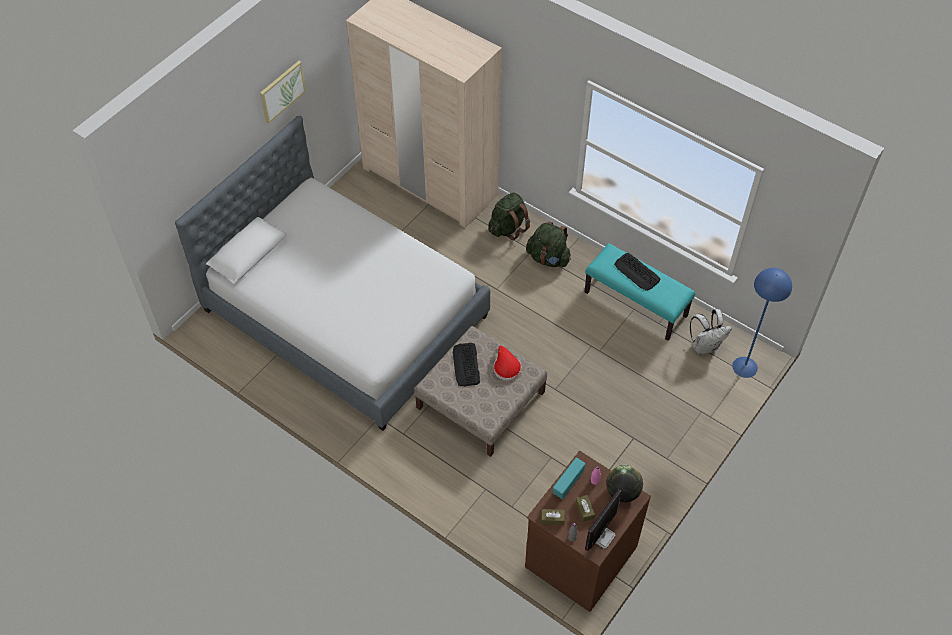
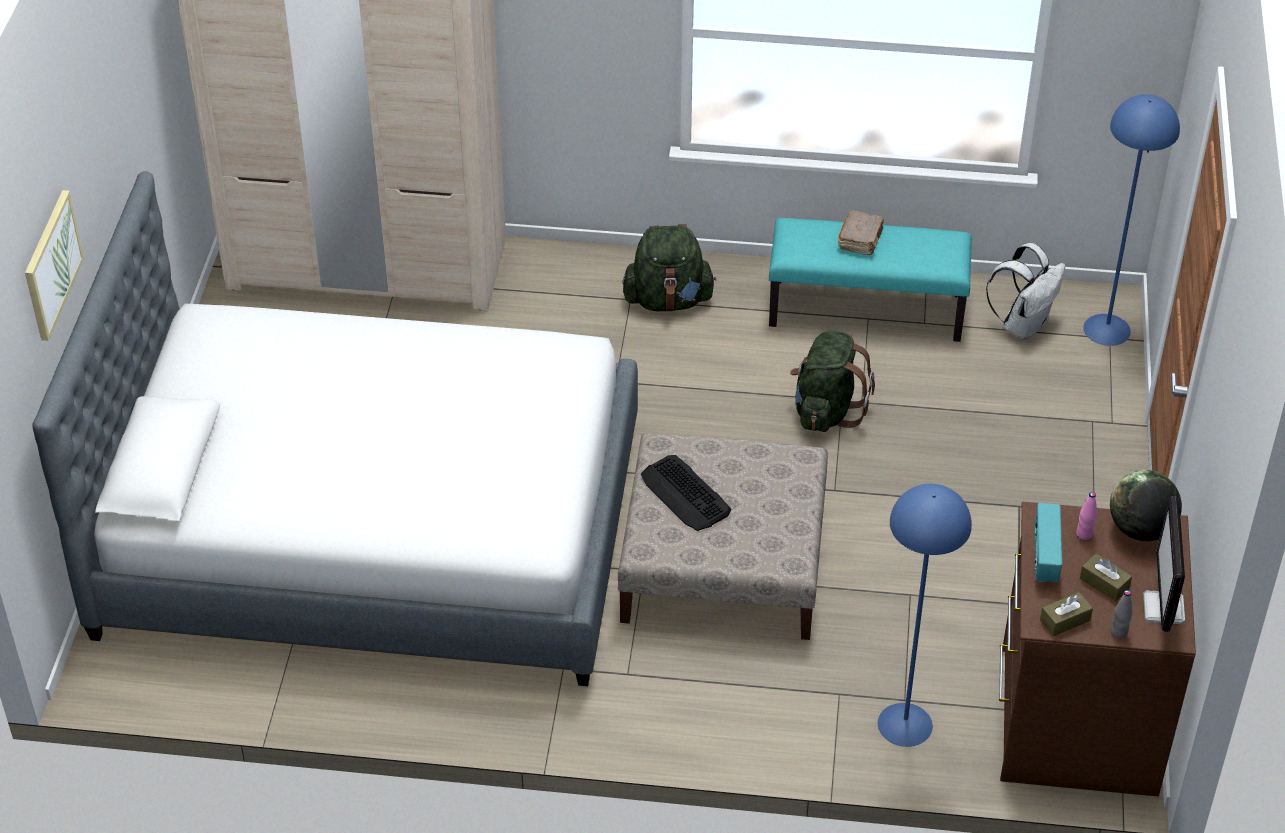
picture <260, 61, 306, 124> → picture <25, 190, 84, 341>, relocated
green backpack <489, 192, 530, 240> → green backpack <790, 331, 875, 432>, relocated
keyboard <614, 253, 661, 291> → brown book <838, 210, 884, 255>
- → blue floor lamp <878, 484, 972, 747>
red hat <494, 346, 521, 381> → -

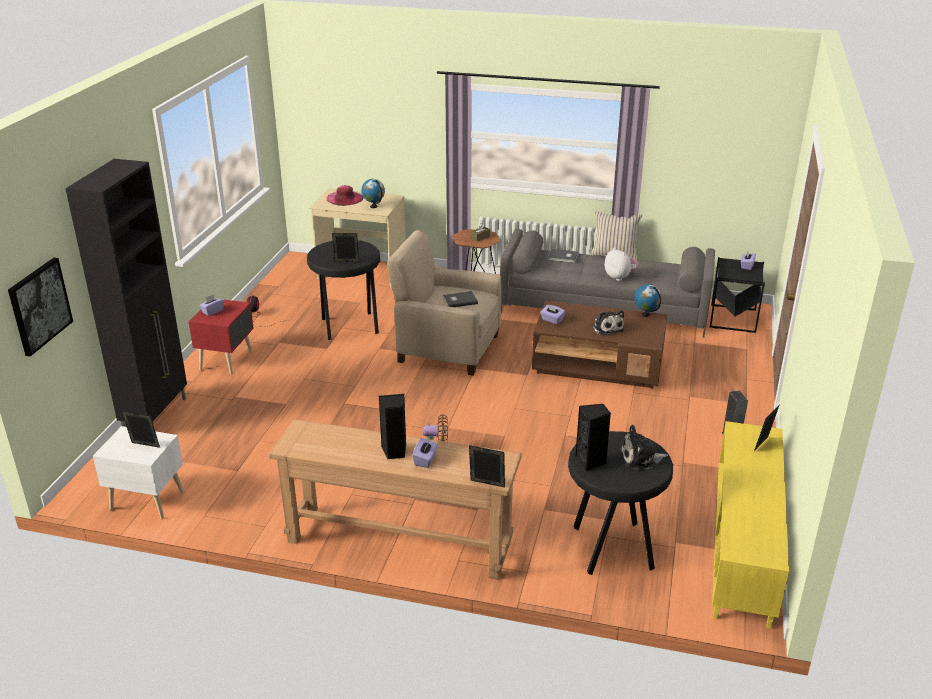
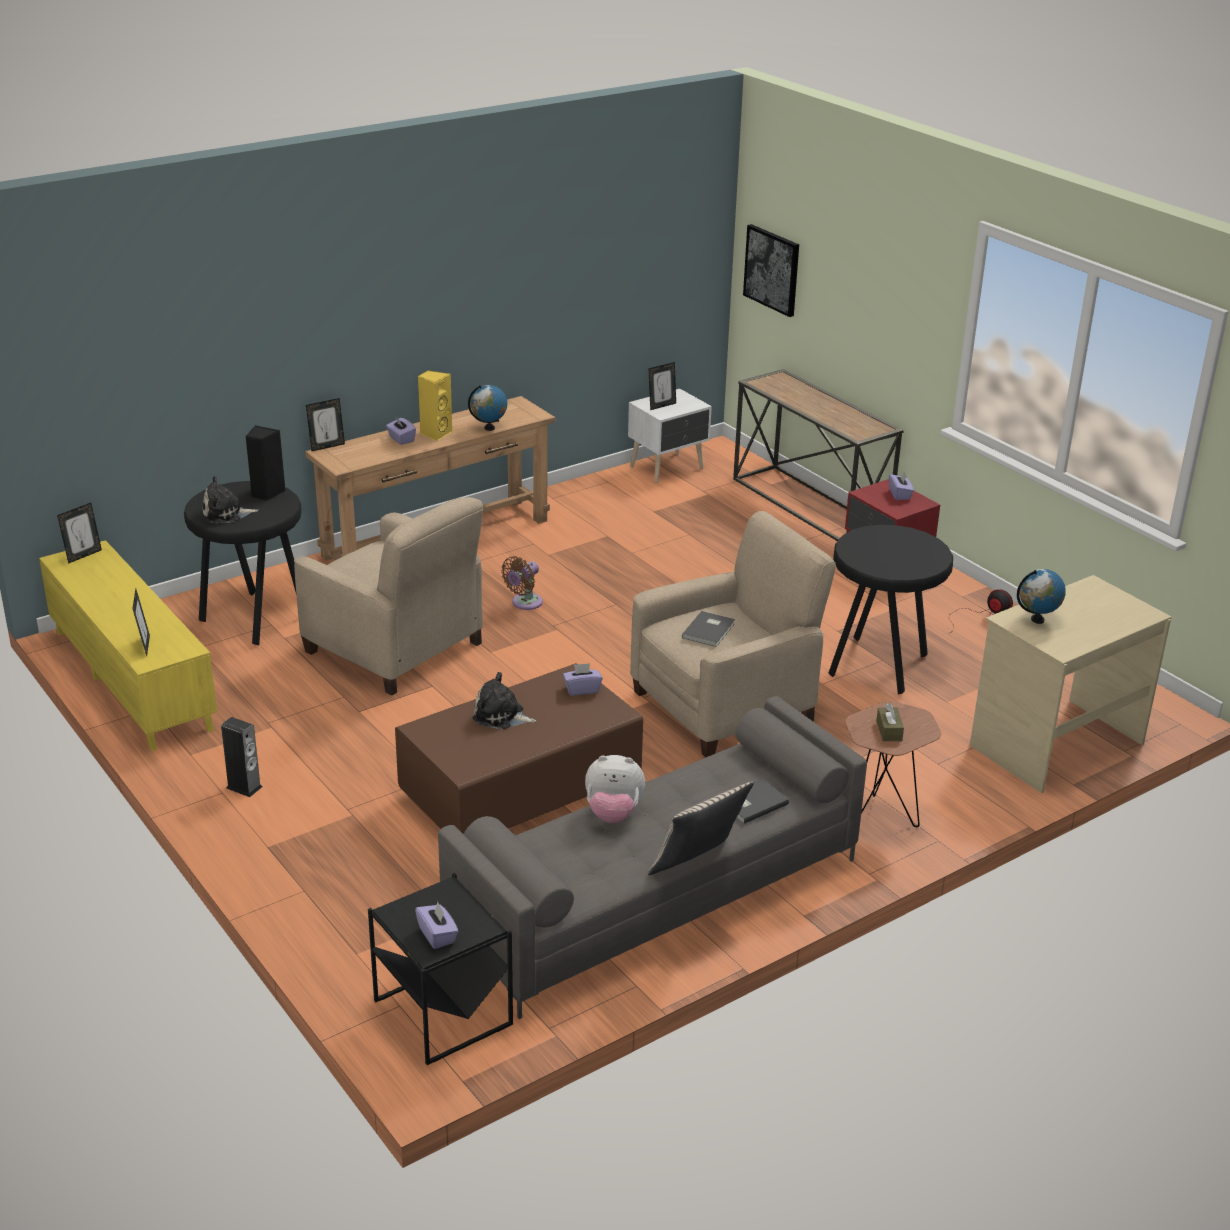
picture frame <332, 233, 359, 262> → picture frame <57, 503, 102, 564>, relocated
plush toy <620, 425, 668, 470> → plush toy <203, 476, 258, 523>, 135 degrees counterclockwise
- → beige armchair <294, 497, 483, 696>
black speaker <378, 394, 406, 459> → yellow speaker <418, 370, 452, 441>
globe <634, 284, 661, 317> → globe <468, 385, 507, 431>, relocated
black cabinet <65, 159, 187, 427> → console table <733, 369, 904, 541>
pink hat <326, 185, 364, 206> → -

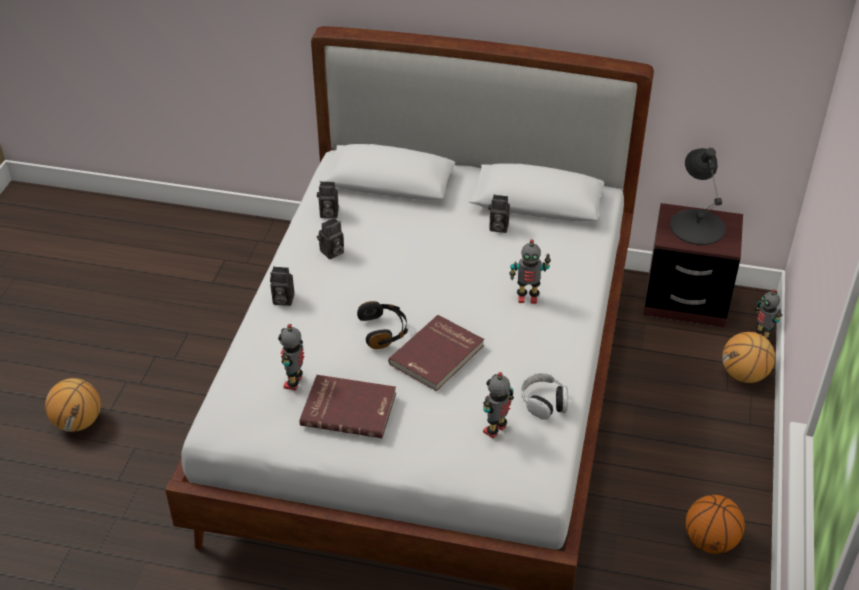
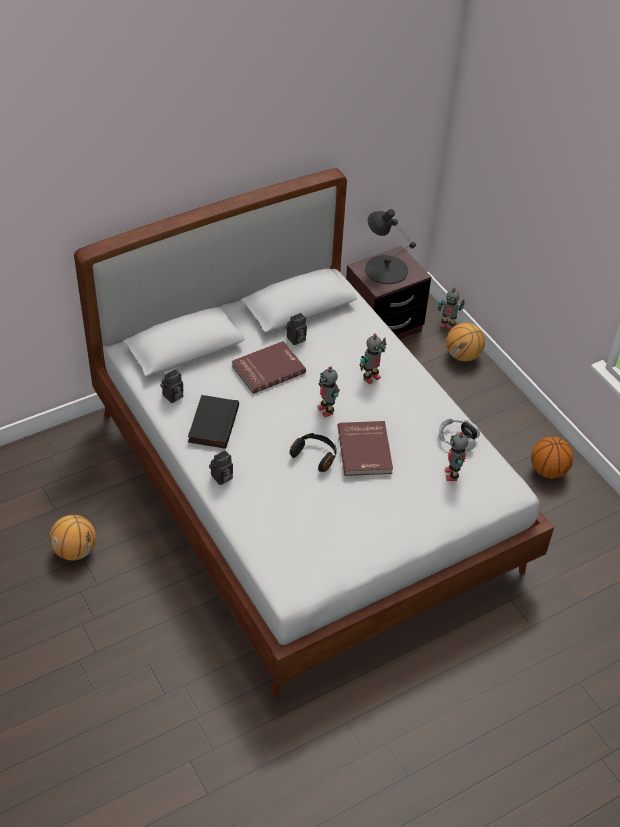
basketball <45, 378, 101, 432> → basketball <49, 515, 96, 561>, relocated
photo camera <317, 218, 344, 259> → black book <188, 395, 239, 449>
red book <300, 375, 396, 438> → red book <232, 341, 306, 394>, relocated
toy robot <278, 324, 305, 391> → toy robot <317, 366, 340, 417>, relocated

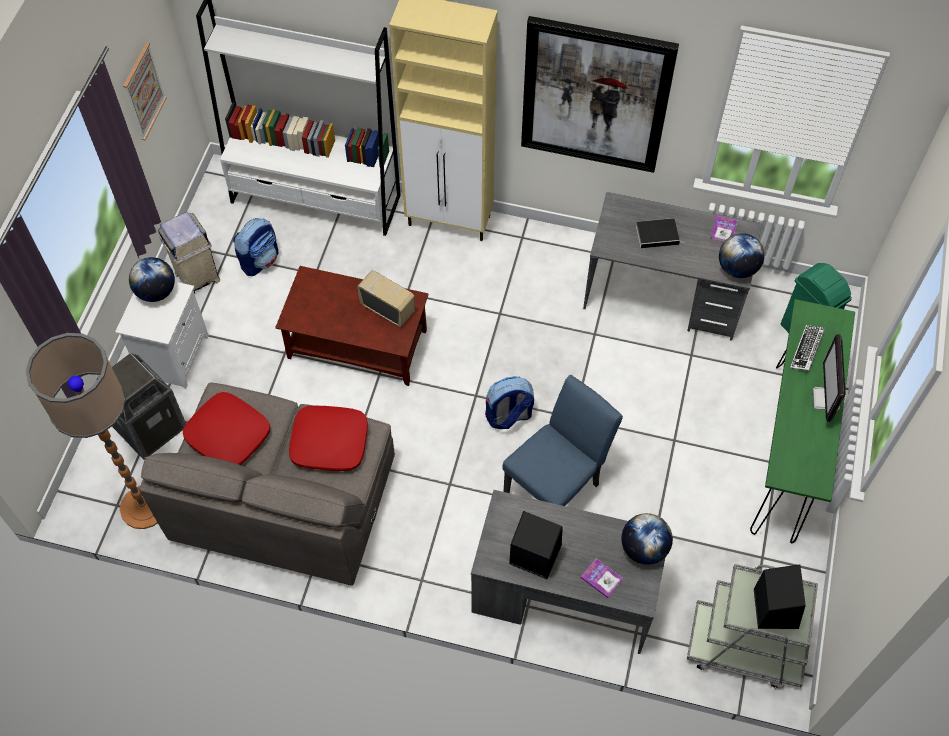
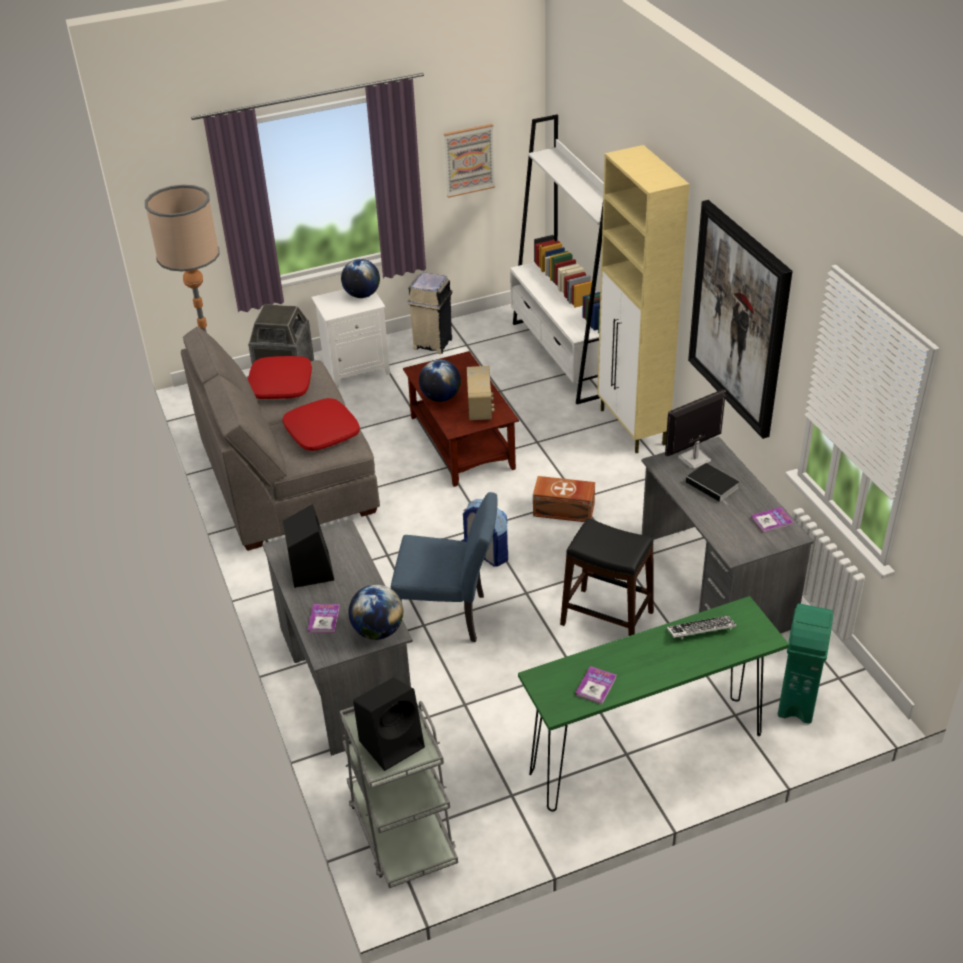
globe <719, 233, 764, 278> → globe <419, 360, 461, 402>, relocated
- → brown storage box <533, 476, 595, 522>
- → black stool <560, 519, 654, 636>
- → book <575, 666, 617, 704>
monitor <813, 334, 846, 422> → monitor <665, 389, 726, 469>, relocated
backpack <233, 218, 279, 276> → -

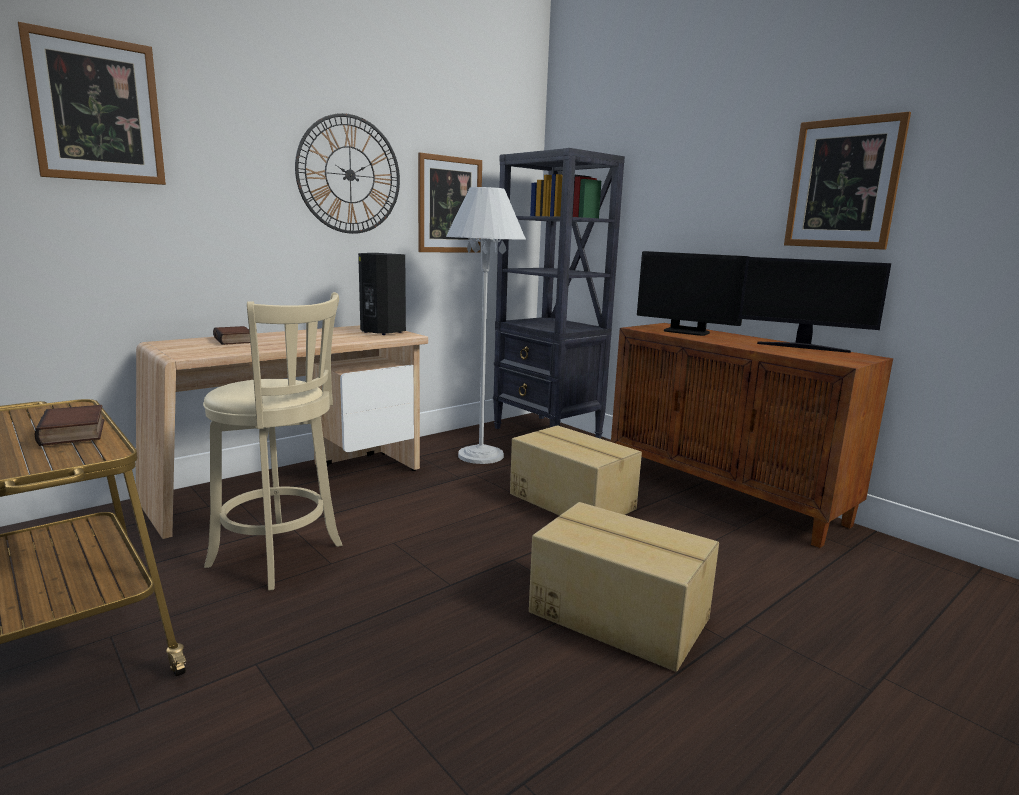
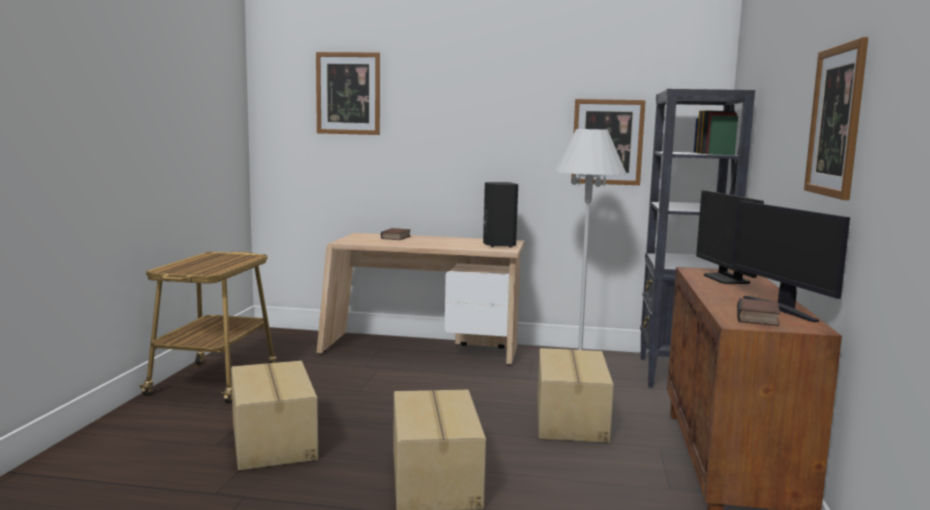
- → cardboard box <231, 361, 318, 471>
book <34, 405, 104, 446> → book <737, 298, 780, 326>, relocated
beige stool <203, 292, 342, 590> → -
wall clock <295, 113, 400, 234> → -

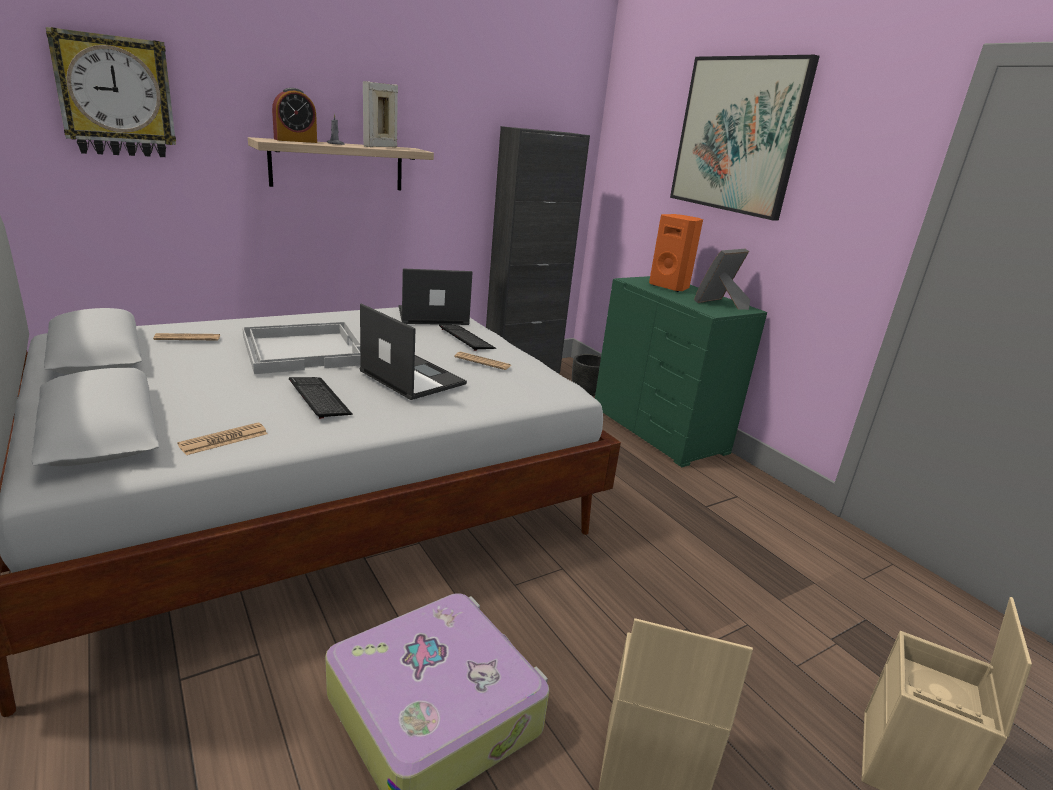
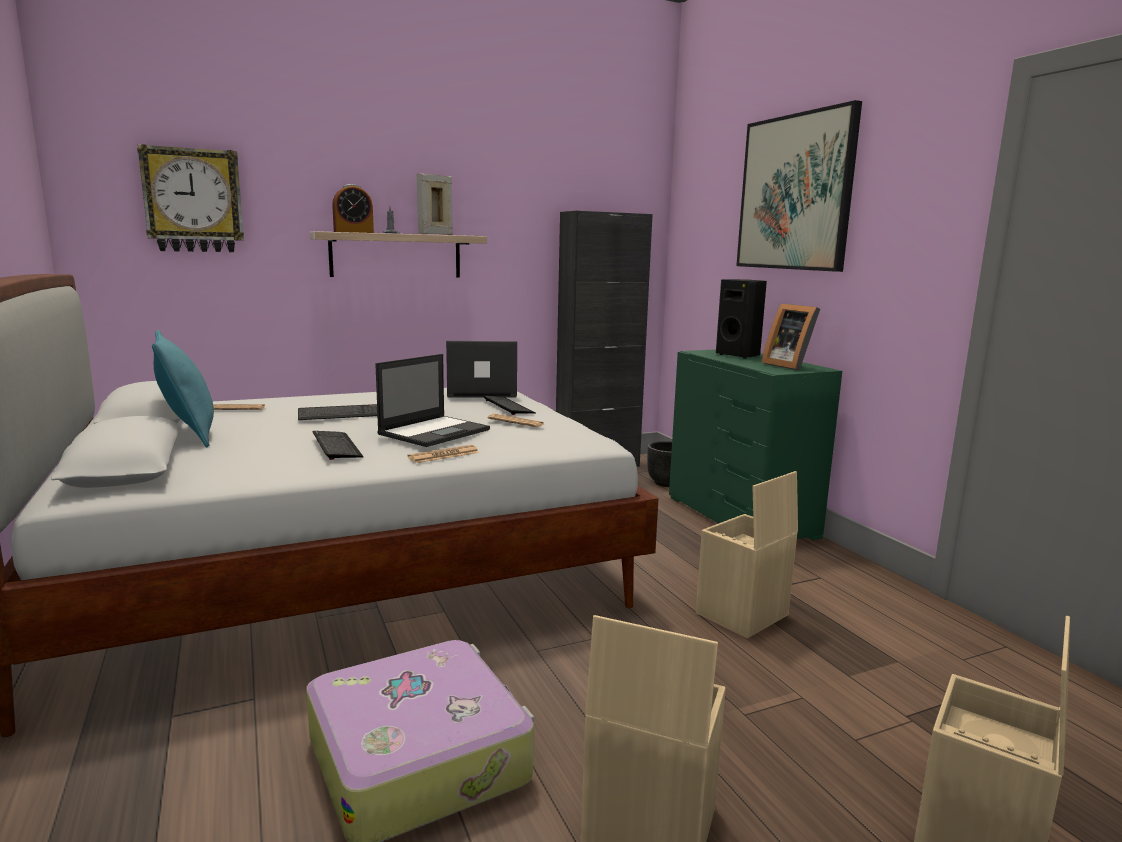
- → turquoise pillow <152, 330, 214, 447>
white tray <242, 322, 360, 374> → keyboard <298, 404, 377, 420>
laptop <360, 304, 467, 400> → laptop <375, 354, 490, 447>, 75 degrees clockwise
newspaper <177, 423, 267, 455> → newspaper <407, 445, 479, 463>, relocated
- → beige storage box <696, 471, 798, 638>
orange speaker <649, 214, 703, 292> → black speaker <716, 279, 767, 359>
picture frame <694, 249, 750, 310> → picture frame <762, 303, 820, 371>, 90 degrees counterclockwise

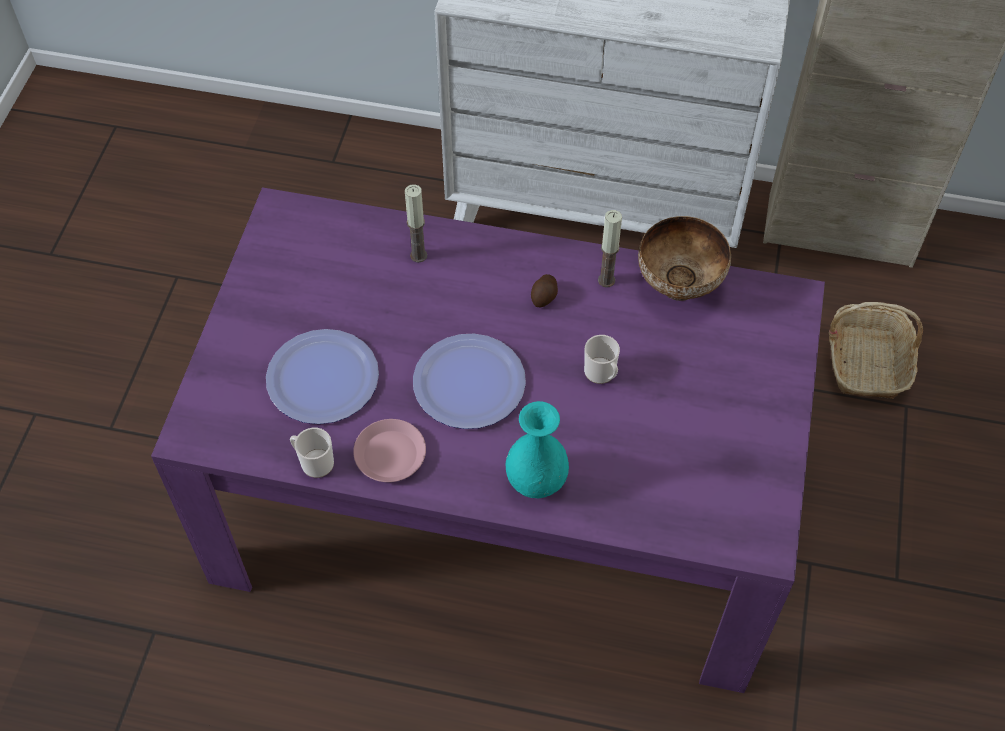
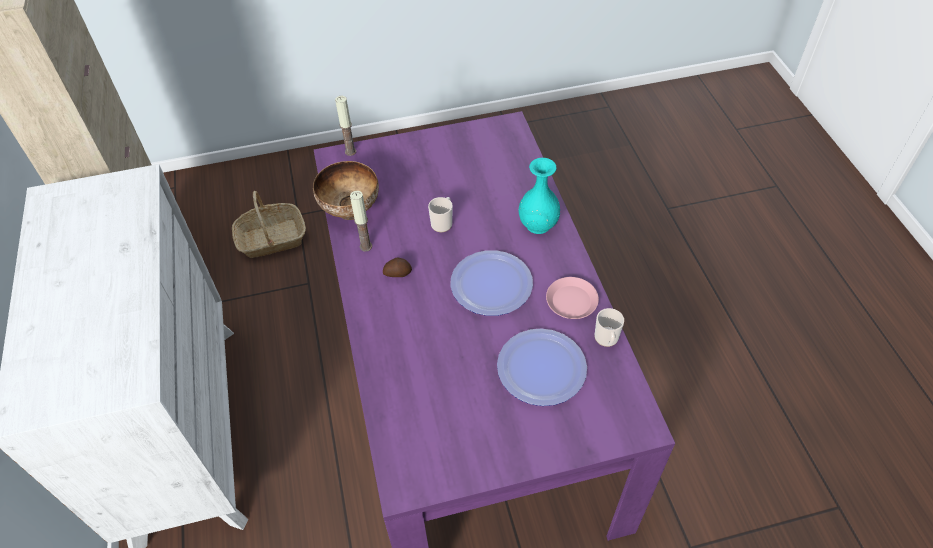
candle <405, 184, 427, 262> → candle <335, 96, 356, 156>, relocated

